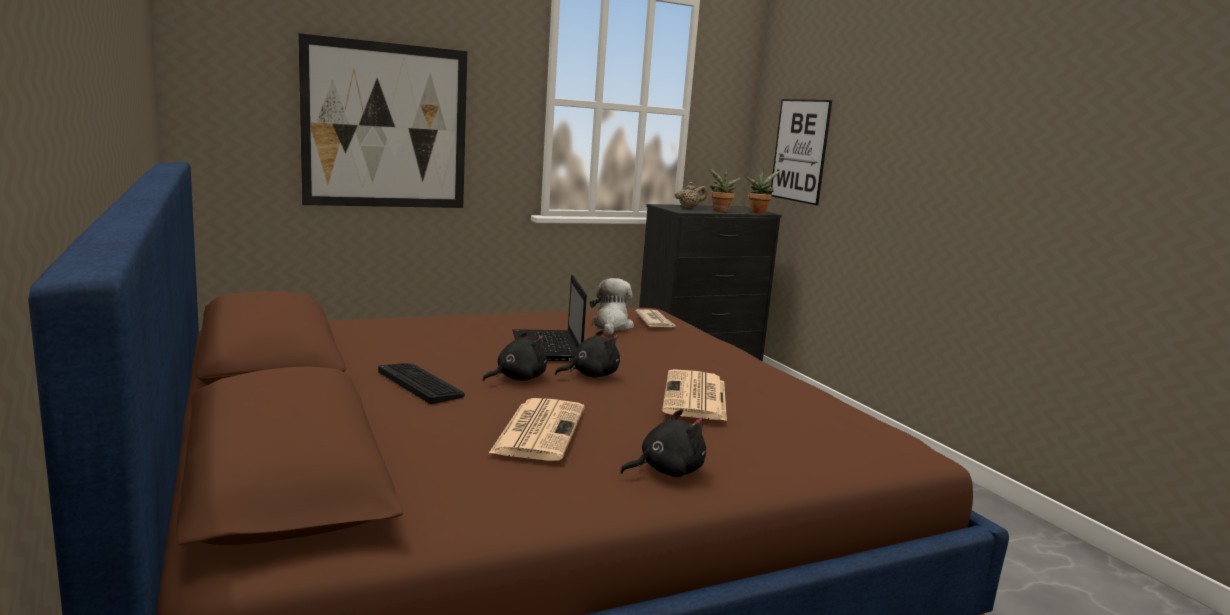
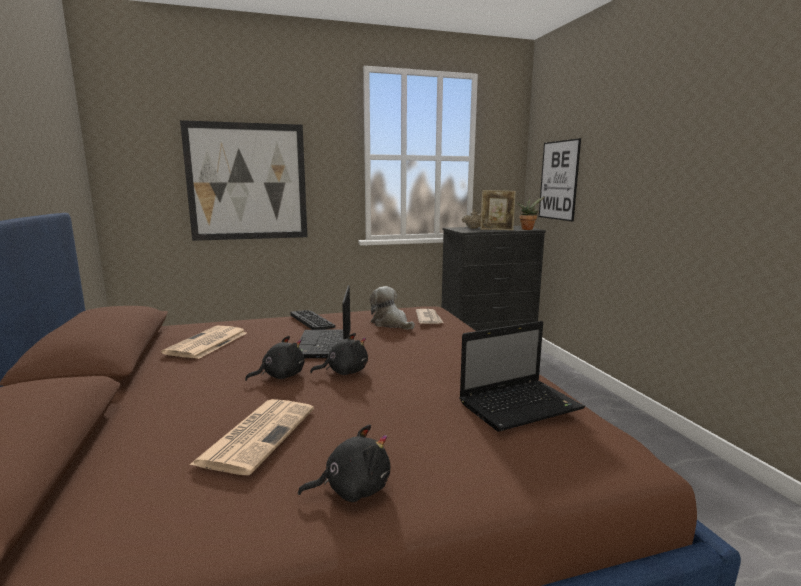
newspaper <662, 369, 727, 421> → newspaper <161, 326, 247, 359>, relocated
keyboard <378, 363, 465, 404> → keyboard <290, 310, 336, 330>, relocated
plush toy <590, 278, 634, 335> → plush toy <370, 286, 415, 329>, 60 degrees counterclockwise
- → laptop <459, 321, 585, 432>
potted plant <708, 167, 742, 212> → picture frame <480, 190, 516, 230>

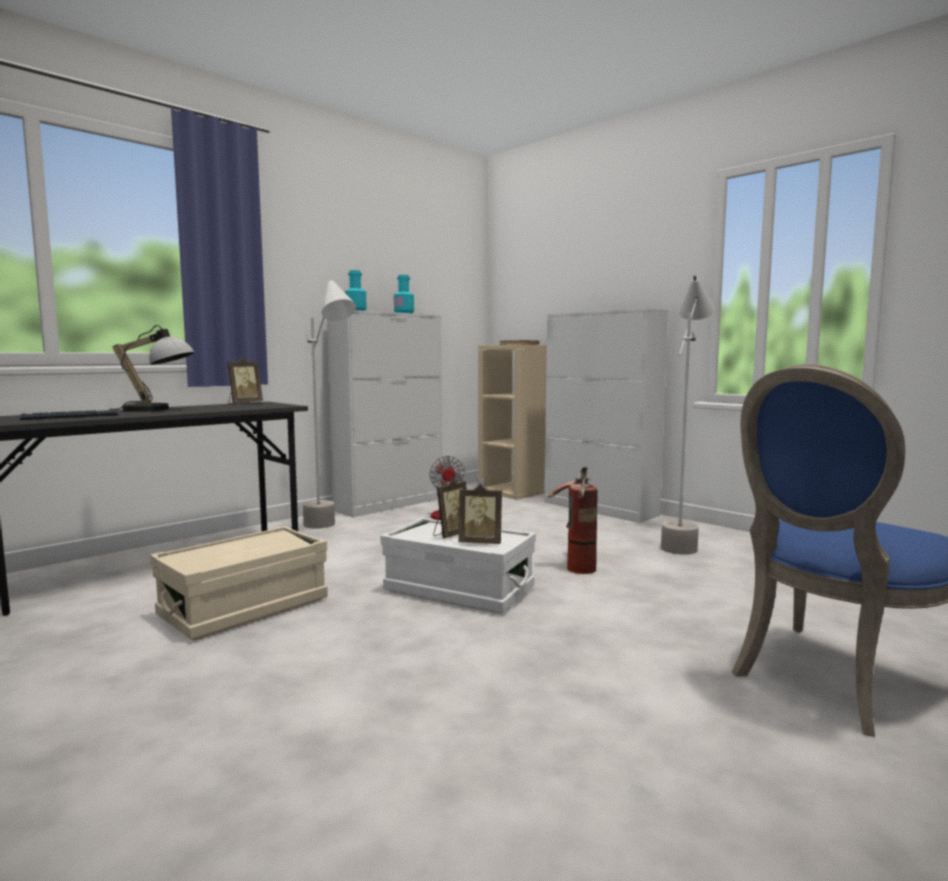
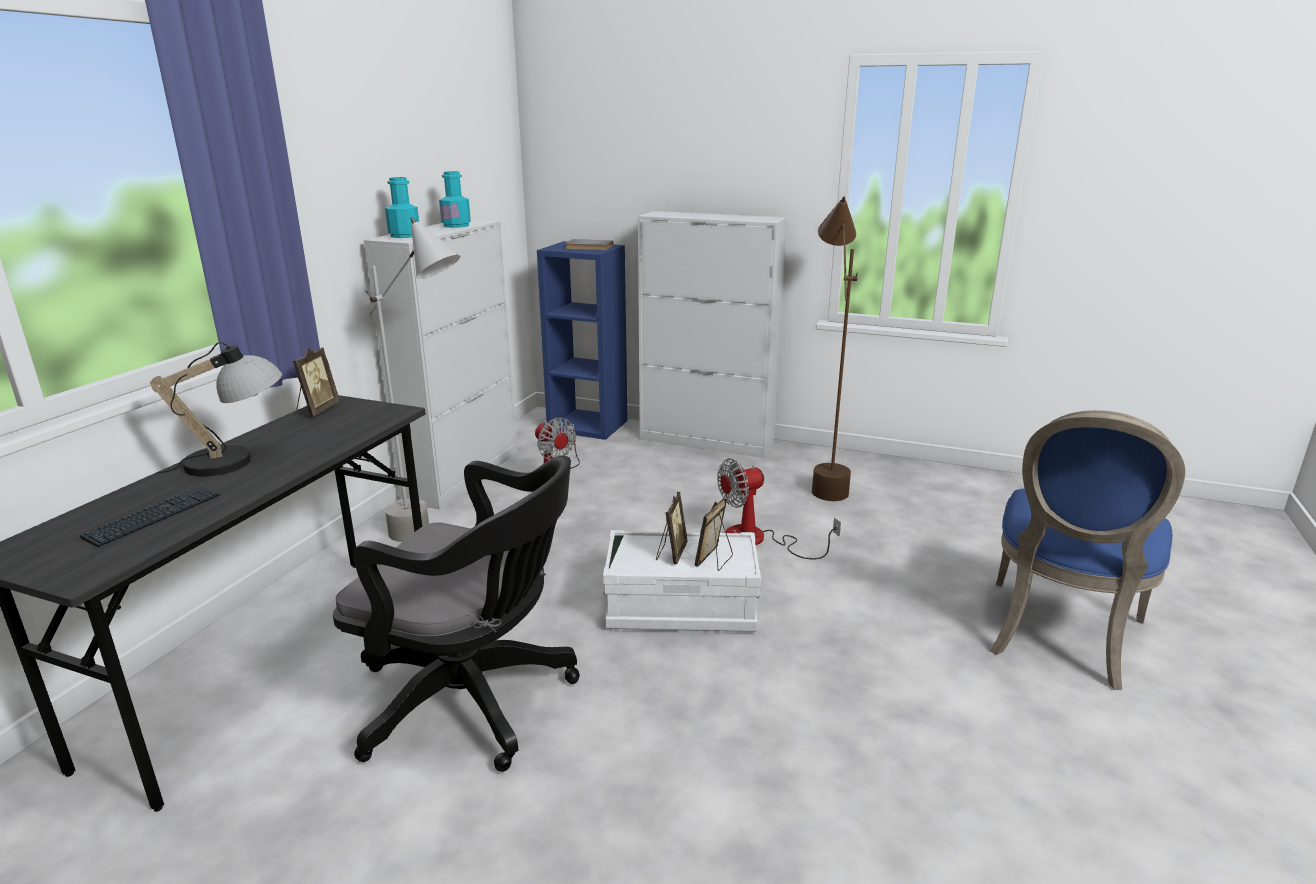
beige storage box <150, 526, 328, 640> → black office chair <333, 456, 580, 772>
beige bookcase <478, 345, 547, 500> → blue bookcase <537, 241, 627, 440>
picture frame <458, 484, 502, 544> → picture frame <695, 498, 733, 571>, 135 degrees clockwise
fire extinguisher <548, 466, 598, 574> → fan <717, 458, 841, 559>
grey floor lamp <661, 275, 715, 555> → brown floor lamp <812, 196, 858, 501>

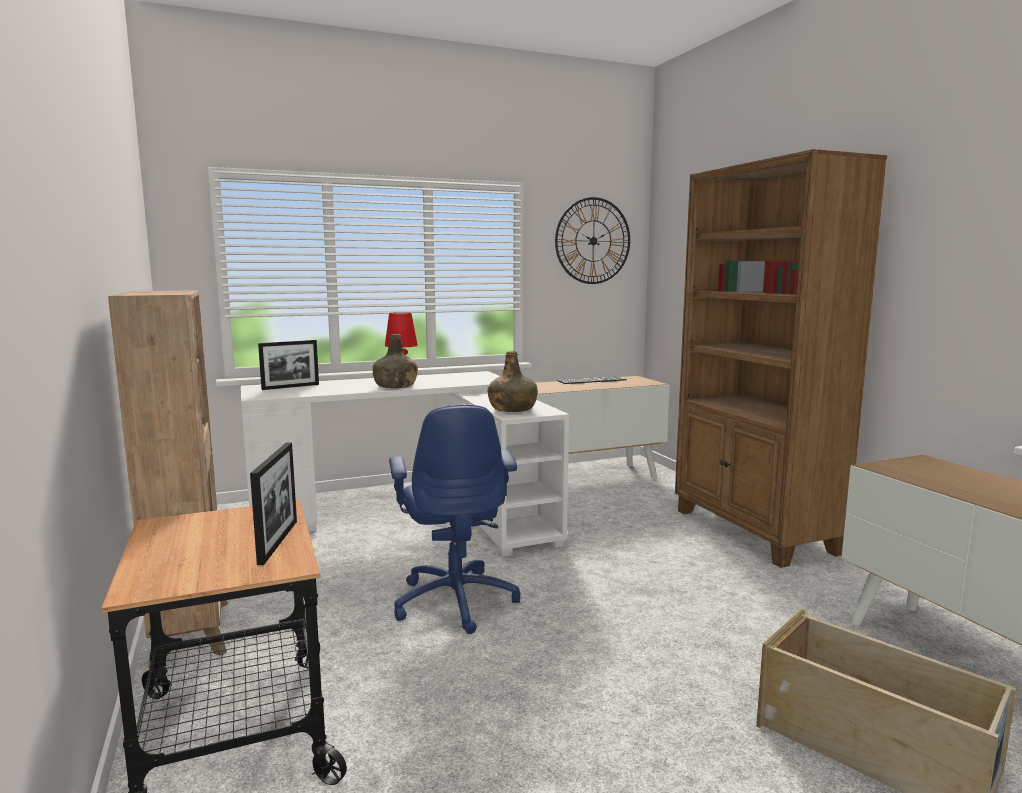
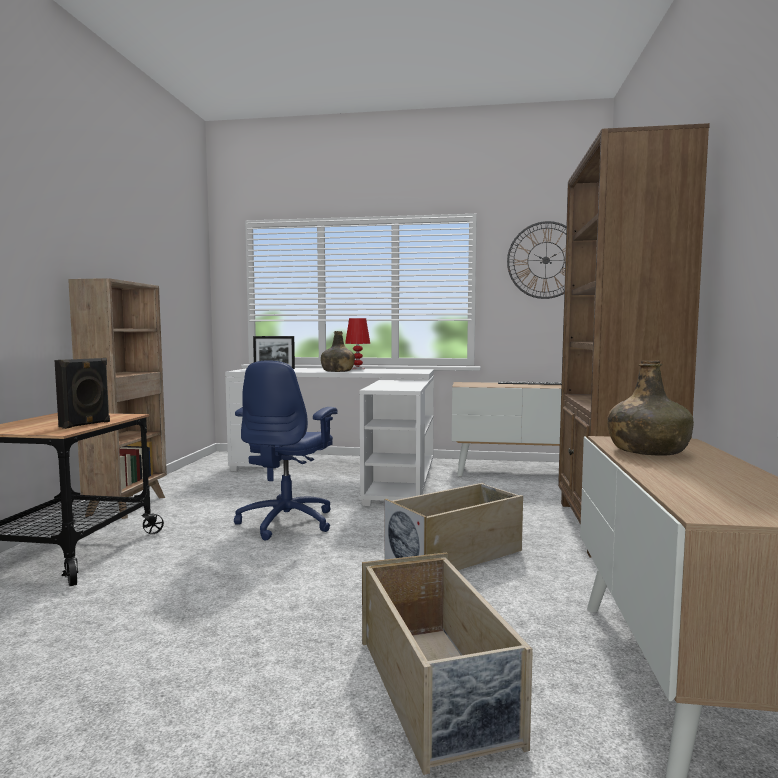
picture frame <250, 443, 297, 565> → black speaker <55, 358, 110, 429>
- → beige storage box <384, 483, 523, 570>
green bottle <488, 351, 538, 412> → green bottle <607, 360, 694, 456>, relocated

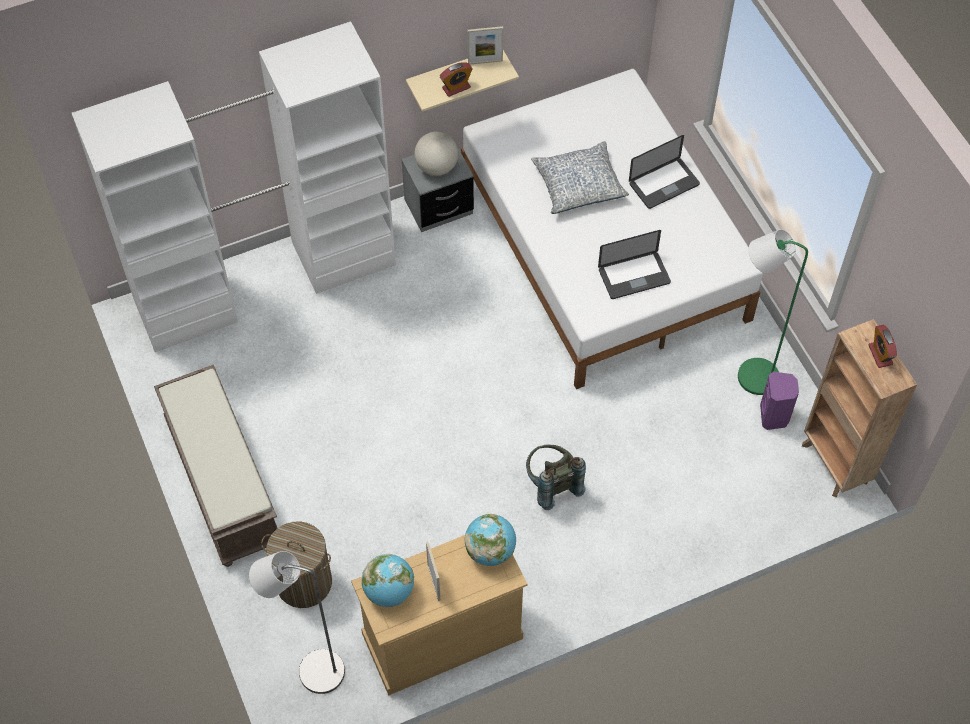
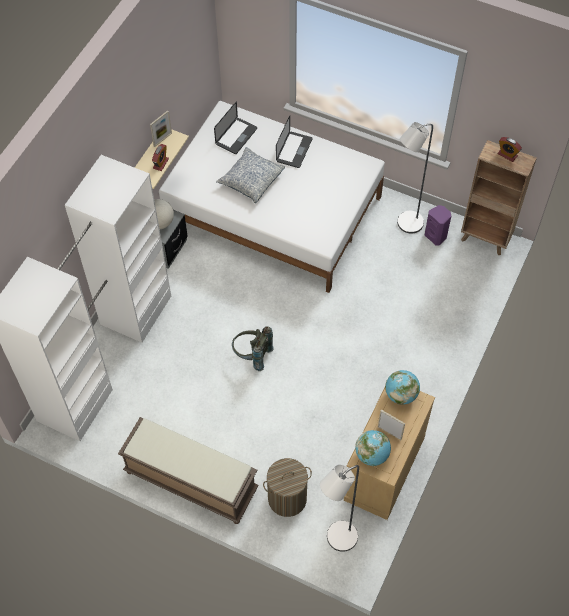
laptop <598, 230, 671, 299> → laptop <214, 101, 257, 154>, relocated
grey backpack <526, 445, 586, 510> → grey backpack <232, 326, 274, 371>, relocated
green floor lamp <738, 229, 808, 395> → grey floor lamp <397, 122, 433, 233>

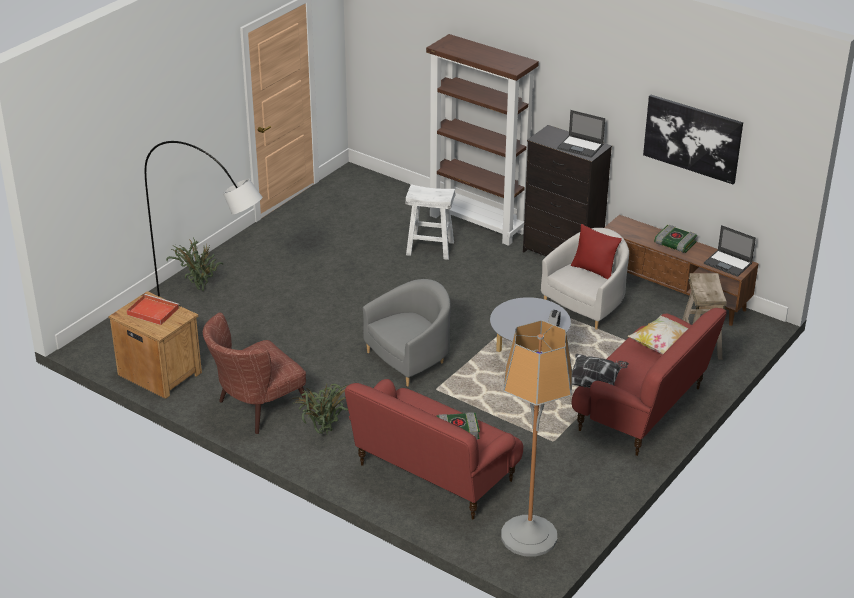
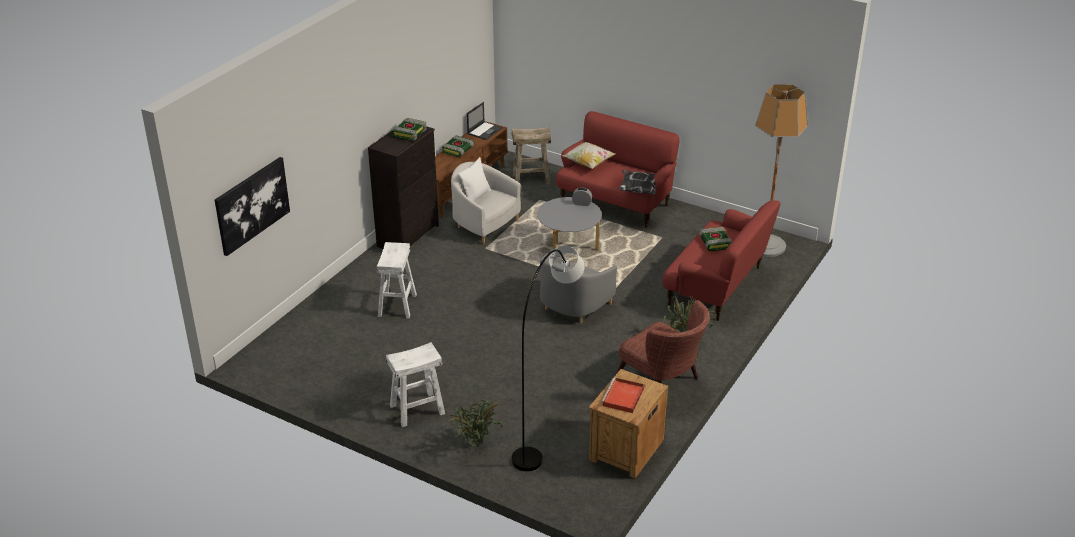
picture <643, 95, 743, 184> → picture <215, 157, 290, 256>, relocated
- → white stool <386, 342, 445, 427>
laptop <557, 110, 605, 158> → book <392, 118, 426, 141>
red pillow <571, 224, 622, 280> → white pillow <458, 157, 491, 202>
grey armchair <363, 279, 451, 387> → grey armchair <540, 246, 617, 323>, 105 degrees counterclockwise
brown bookcase <426, 34, 539, 246> → -

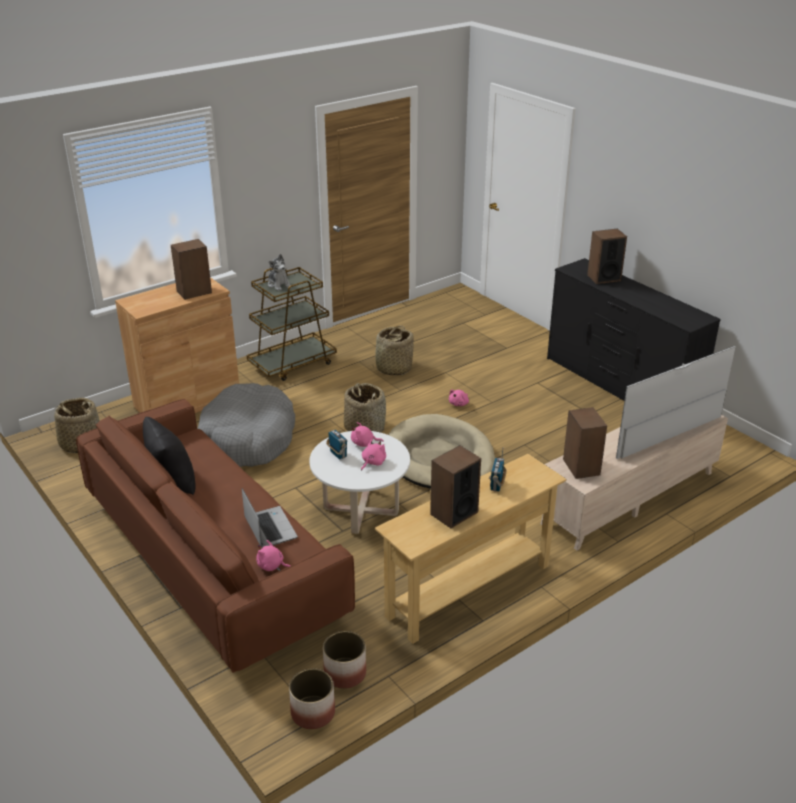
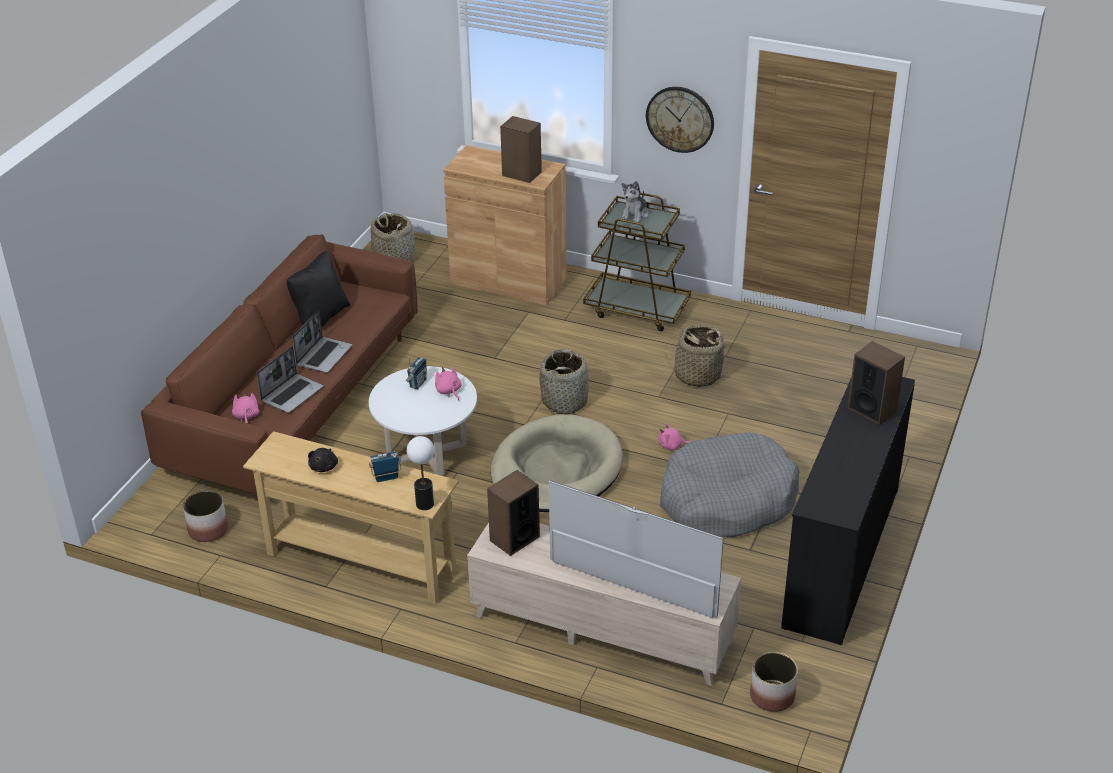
- → laptop <292, 310, 352, 373>
speaker <430, 445, 481, 528> → black plush toy <308, 448, 338, 472>
- → table lamp <407, 436, 434, 510>
- → wall clock <646, 87, 714, 153>
grey dog bed <198, 383, 295, 467> → grey dog bed <660, 432, 799, 537>, relocated
planter <289, 669, 335, 729> → planter <750, 652, 798, 712>, relocated
pink plush toy <361, 439, 386, 471> → -

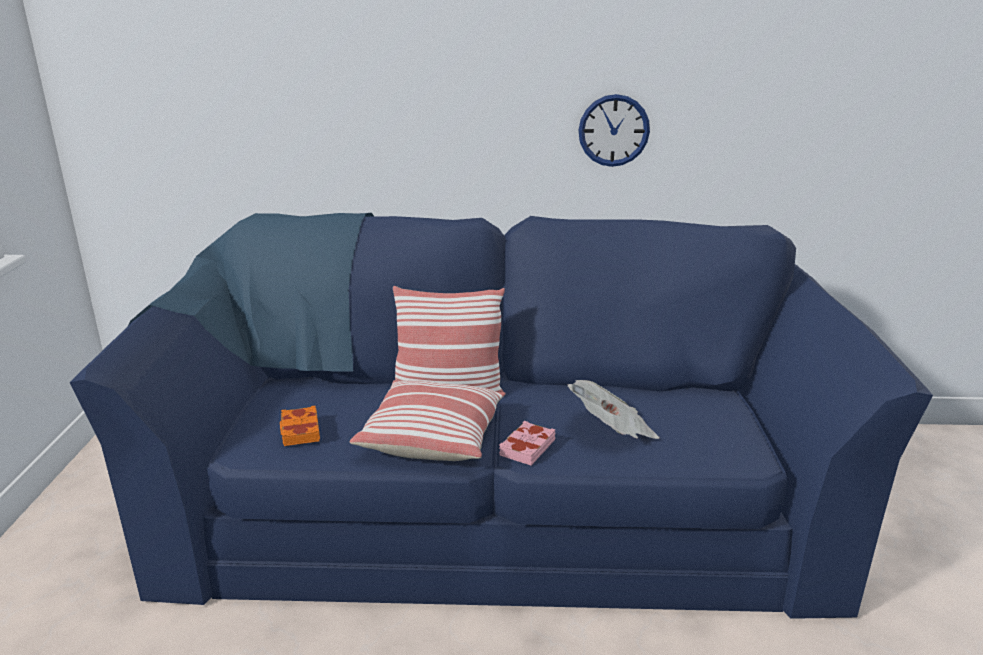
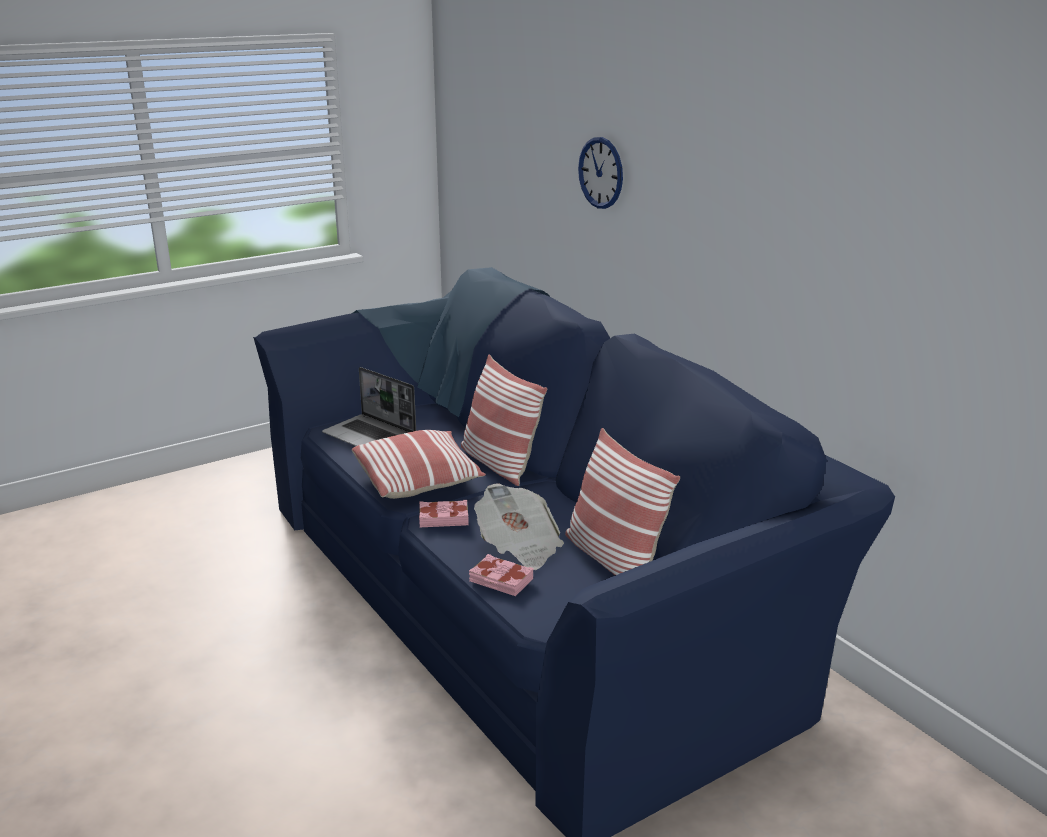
orange book <280, 406, 320, 446> → laptop <322, 367, 416, 446>
- → pink book <469, 554, 534, 596>
- → pillow <565, 428, 680, 575>
wall clock <578, 94, 650, 167> → wall clock <578, 137, 623, 209>, relocated

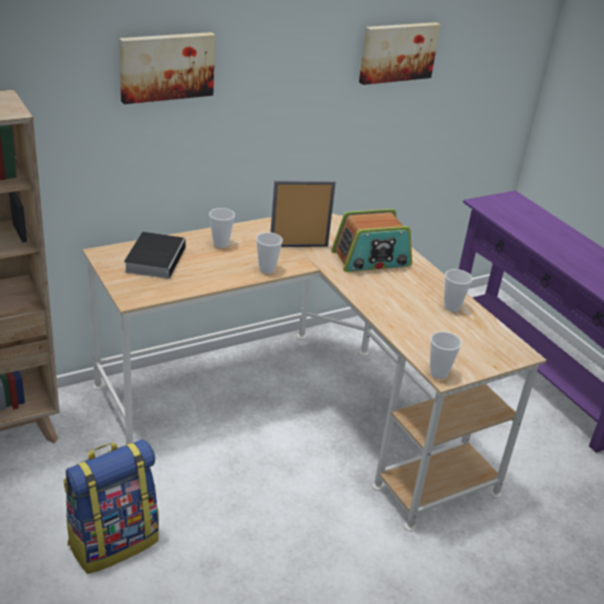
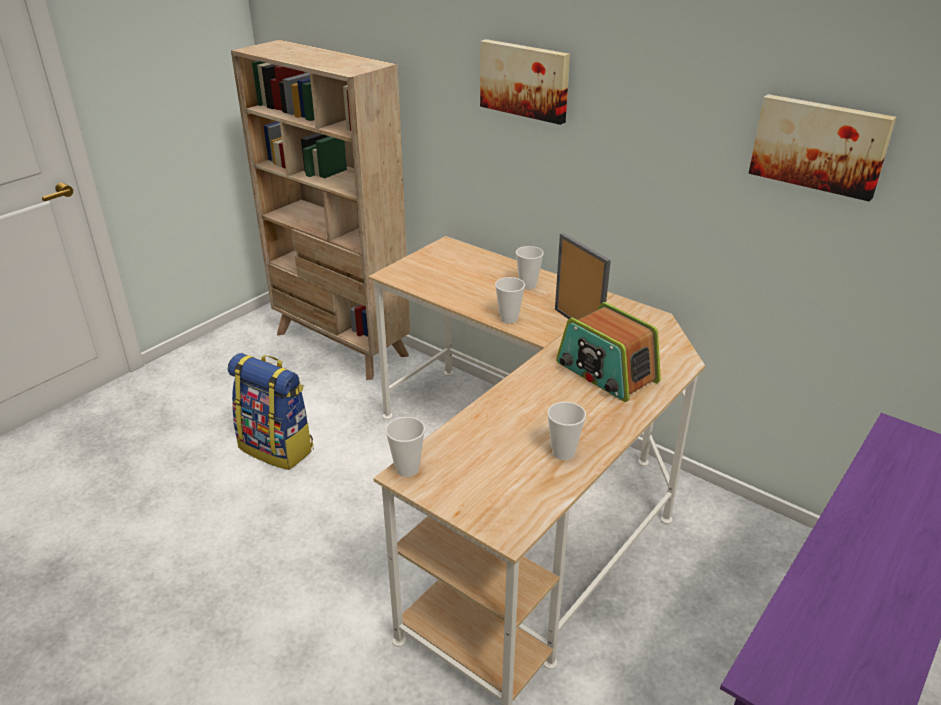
book <124, 232, 186, 279> → -

